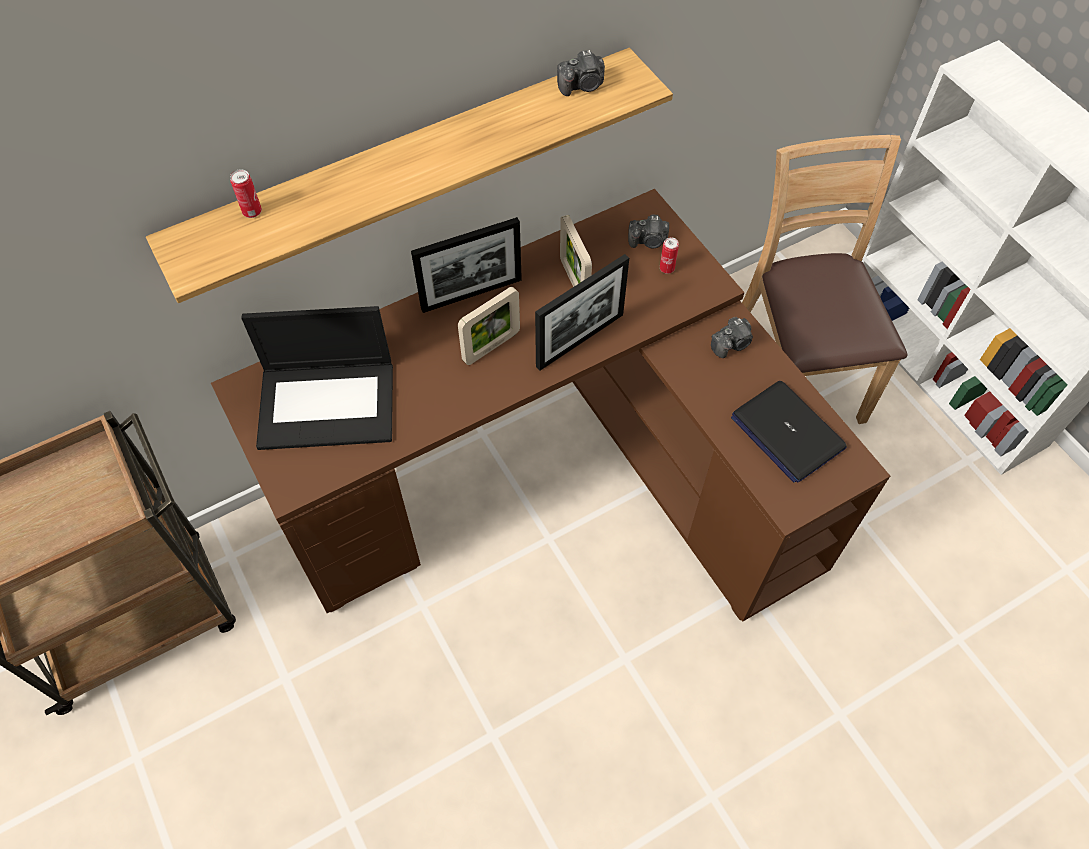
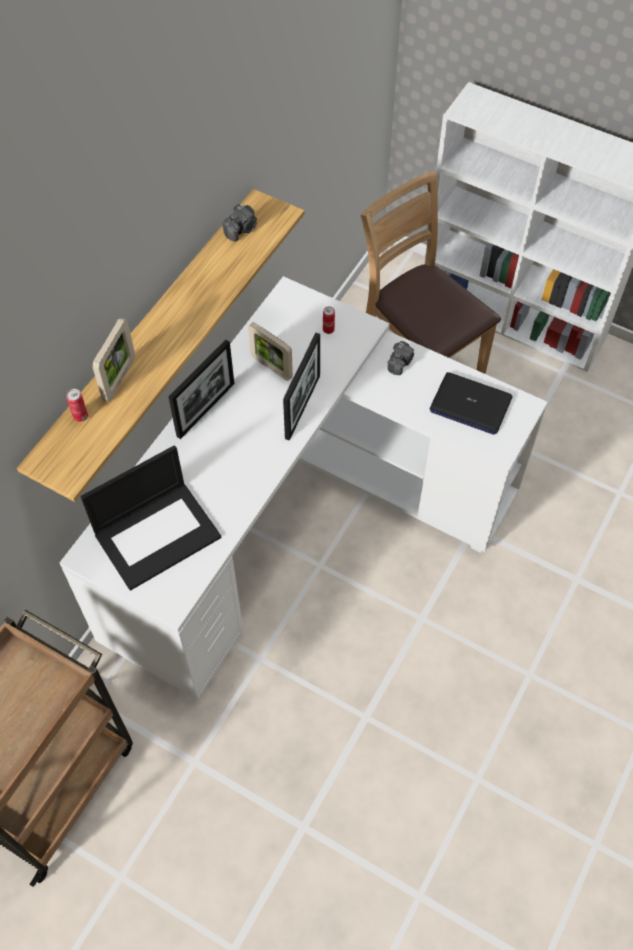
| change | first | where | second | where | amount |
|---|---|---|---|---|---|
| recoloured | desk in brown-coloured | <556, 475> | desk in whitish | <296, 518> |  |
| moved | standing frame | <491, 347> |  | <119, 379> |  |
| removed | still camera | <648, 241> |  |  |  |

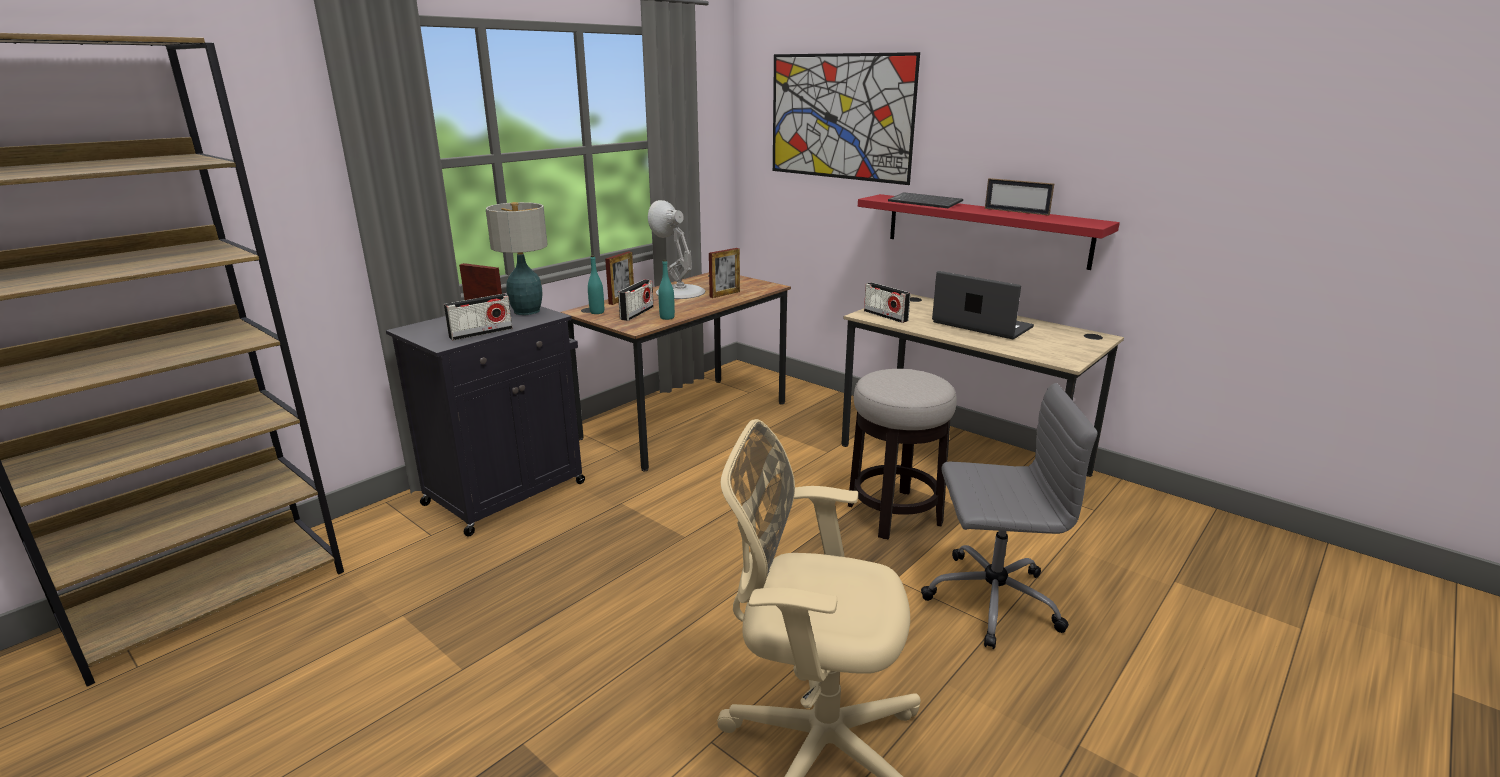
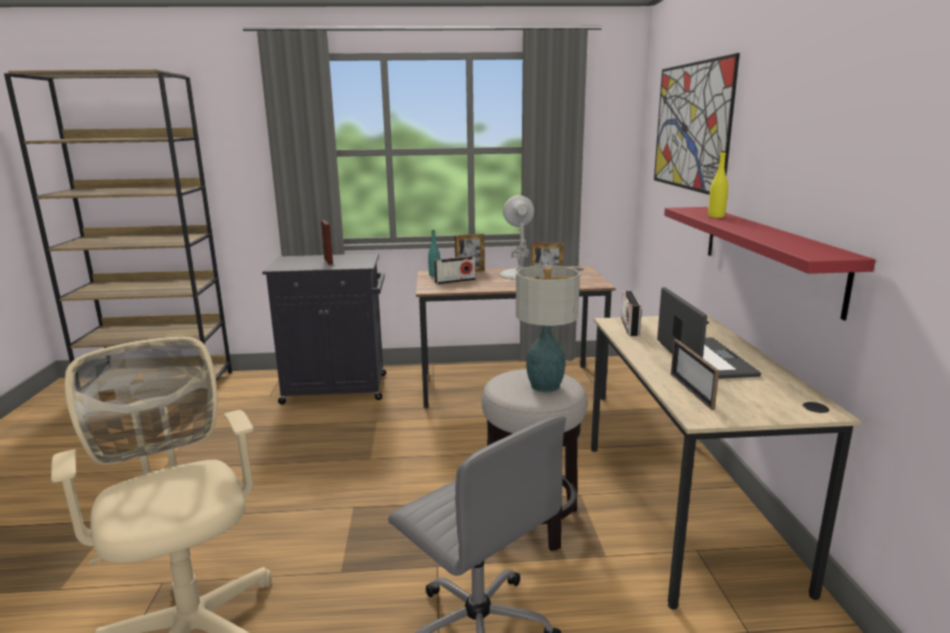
| change | first | where | second | where | amount |
|---|---|---|---|---|---|
| removed | radio | <481, 333> |  |  |  |
| moved | table lamp | <526, 311> |  | <544, 386> |  |
| removed | drink bottle in turquoise-coloured | <667, 317> |  |  |  |
| replaced | PC keyboard | <926, 202> | drink bottle in yellow-coloured | <716, 216> |  |
| moved | standing frame | <1016, 211> |  | <691, 391> |  |

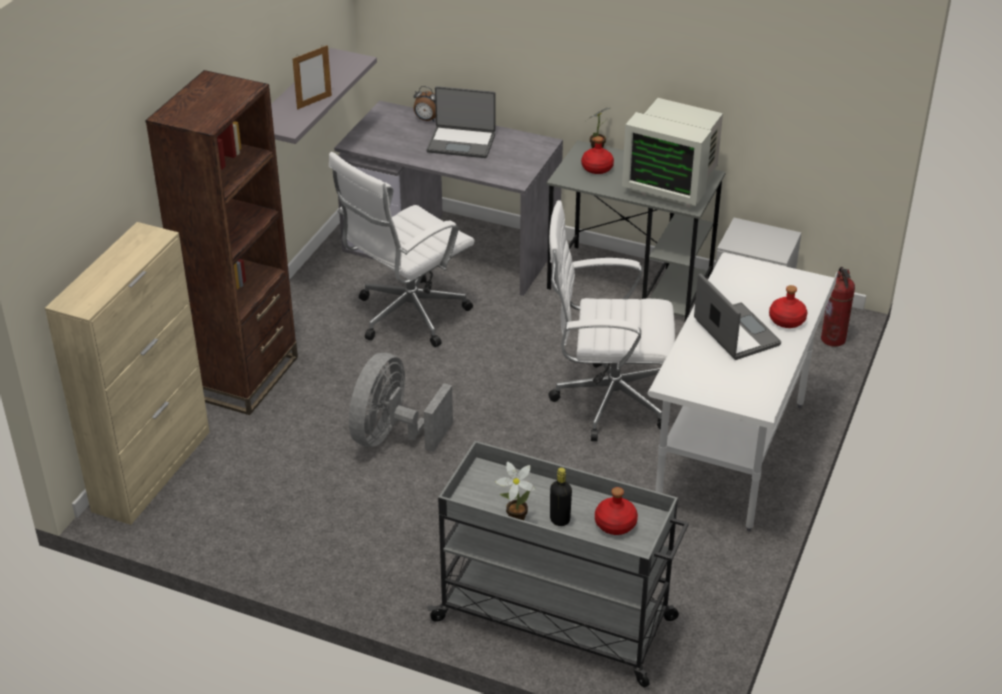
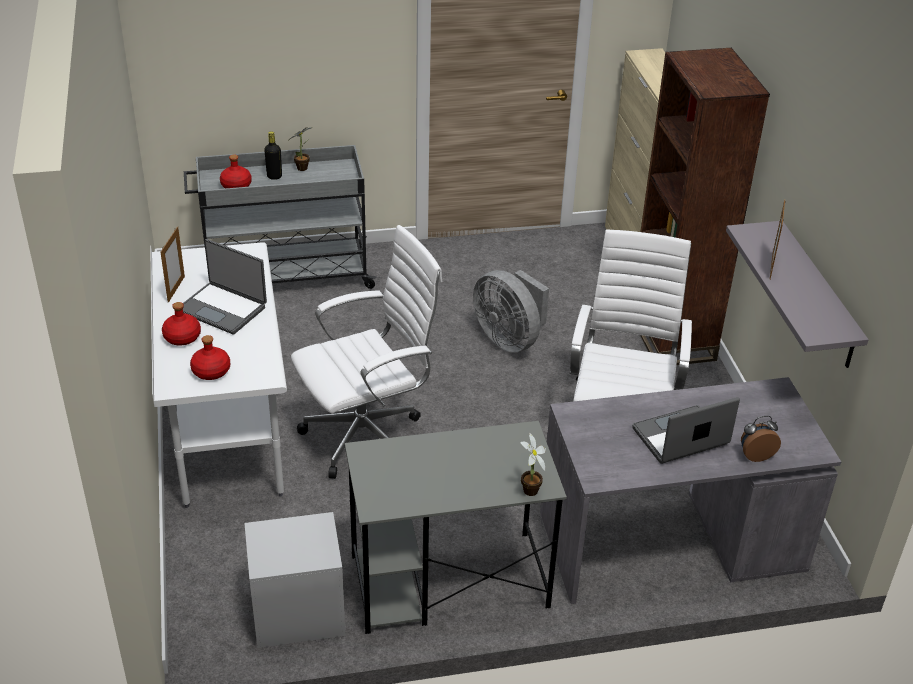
| change | first | where | second | where | amount |
|---|---|---|---|---|---|
| turned | fan in greyish | <392, 436> |  | <510, 339> | 150 degrees clockwise |
| moved | drink bottle in reddish | <597, 168> |  | <211, 371> |  |
| removed | computer display | <671, 185> |  |  |  |
| removed | extinguisher | <833, 339> |  |  |  |
| added |  |  | standing frame | <176, 289> |  |

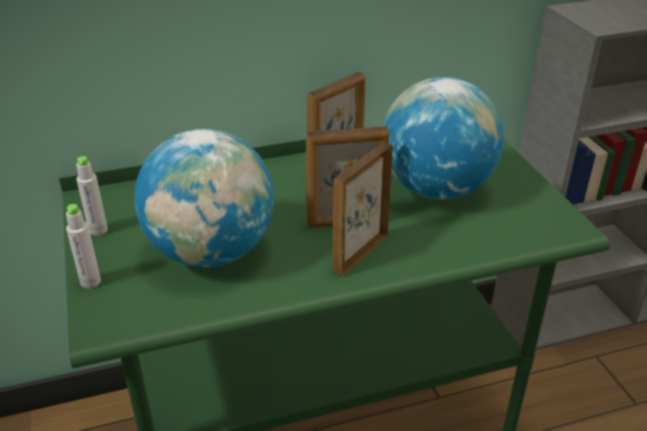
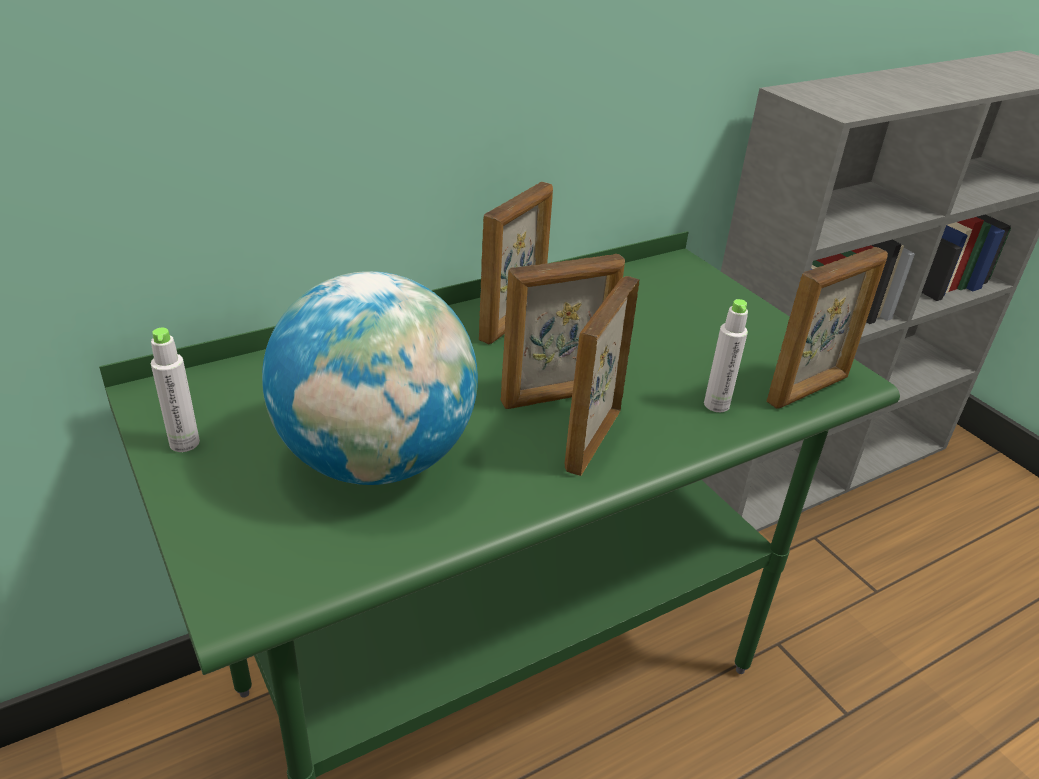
| change | first | where | second | where | amount |
|---|---|---|---|---|---|
| moved | drink bottle in greyish | <90, 282> |  | <716, 405> |  |
| removed | world globe | <435, 189> |  |  |  |
| added |  |  | standing frame | <809, 390> |  |

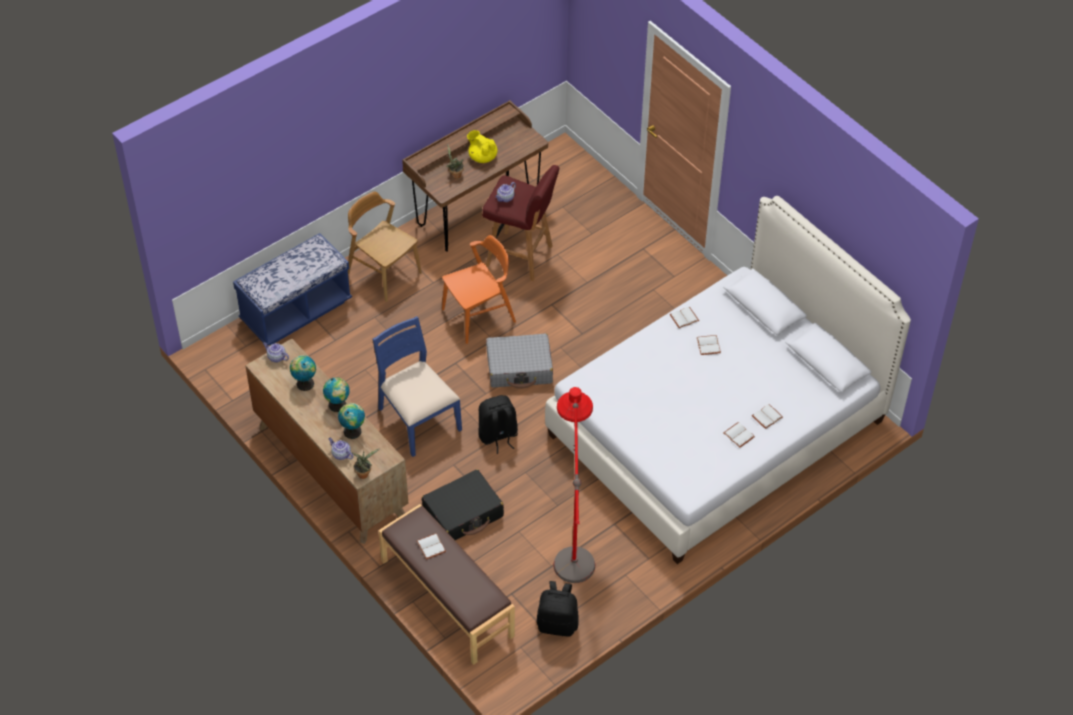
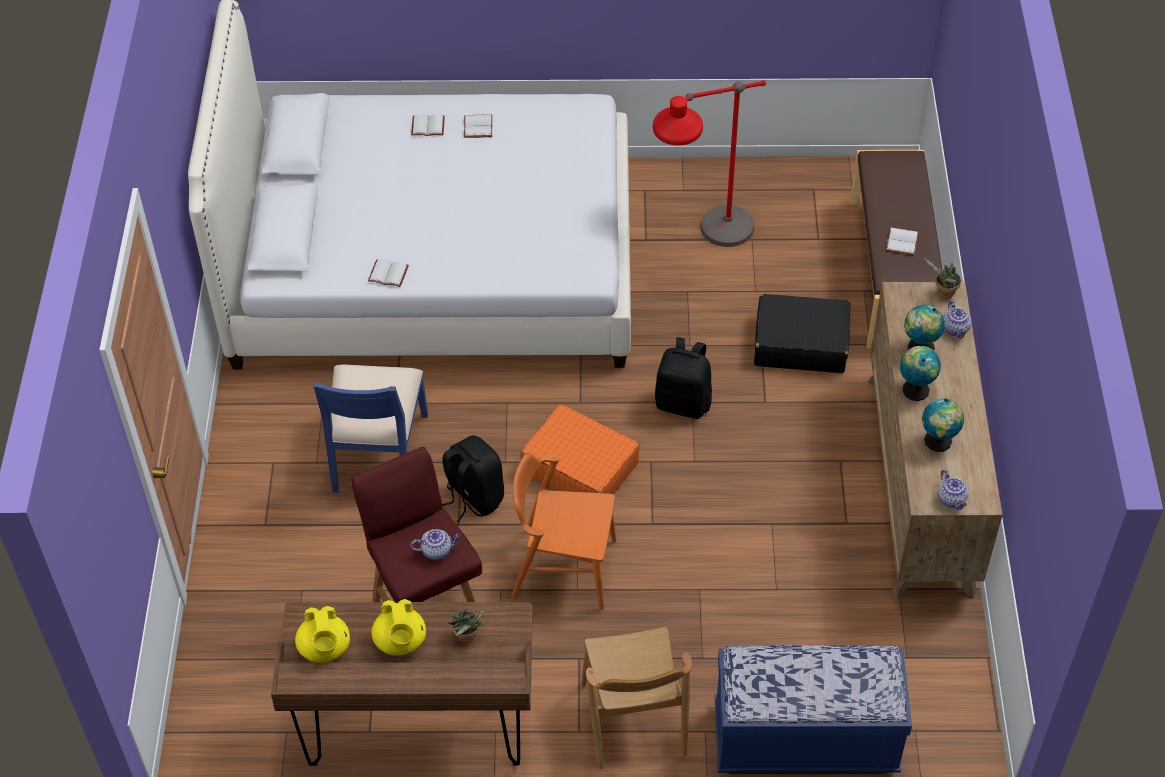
| change | first | where | second | where | amount |
|---|---|---|---|---|---|
| moved | chair in bluish | <418, 419> |  | <378, 453> |  |
| recoloured | suitcase in greyish | <519, 368> | suitcase in orange | <579, 467> |  |
| moved | backpack in black-coloured | <557, 624> |  | <473, 497> |  |
| removed | bound book in whitish | <709, 346> |  |  |  |
| added |  |  | tea pot in yellow-coloured | <325, 648> |  |

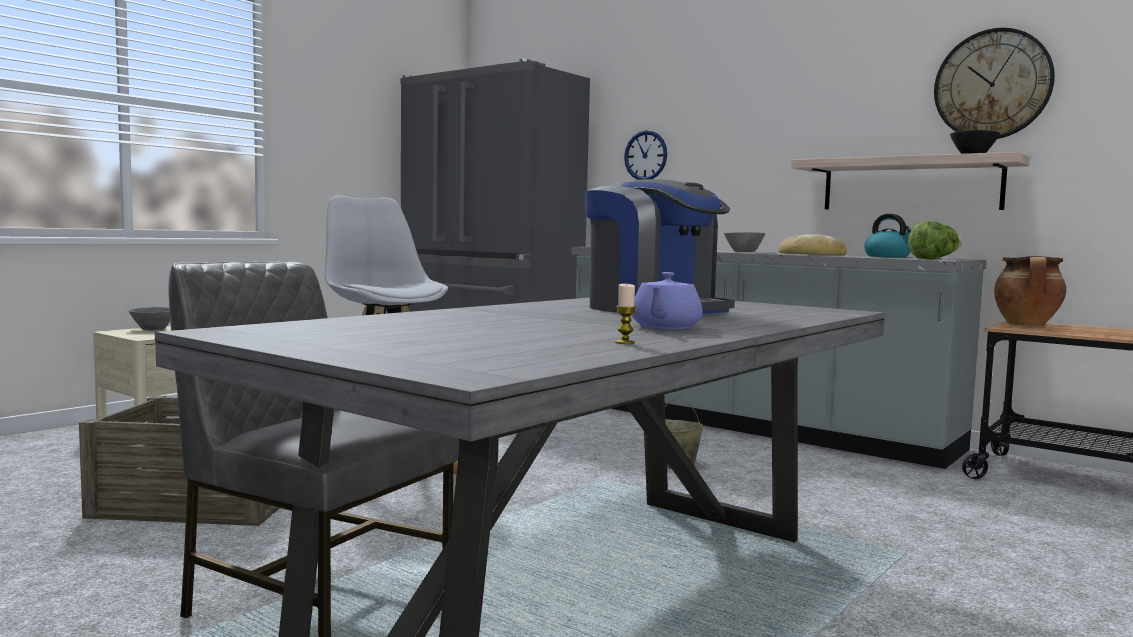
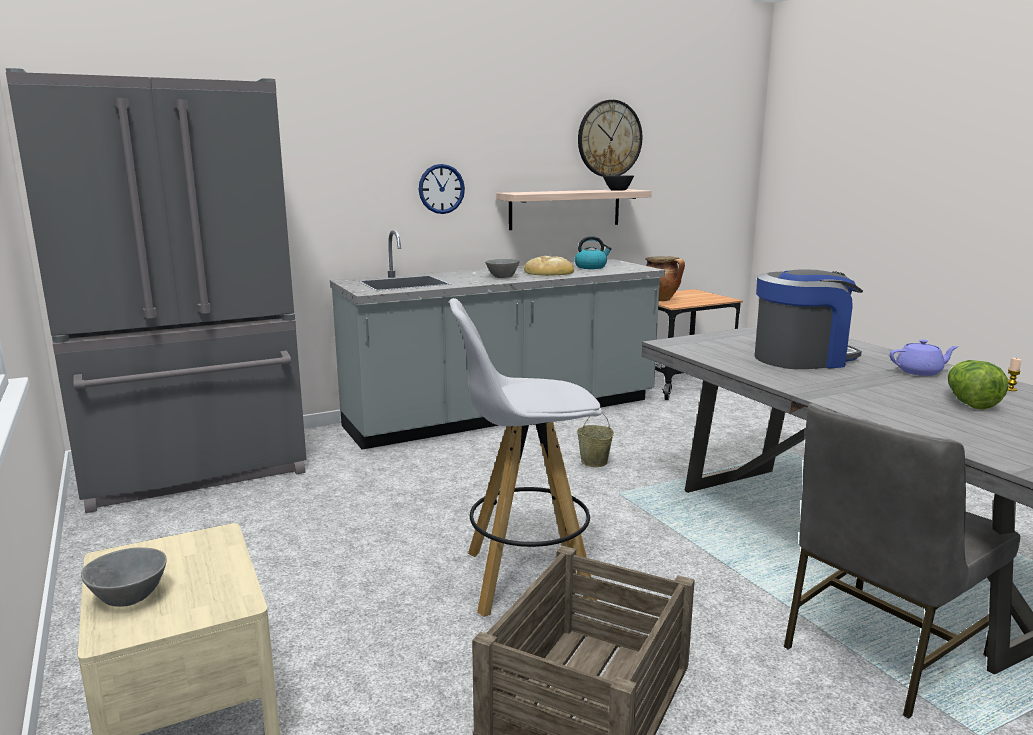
| change | first | where | second | where | amount |
|---|---|---|---|---|---|
| moved | wall clock | <645, 155> |  | <441, 189> |  |
| turned | tea pot in purple | <665, 327> |  | <920, 372> | 45 degrees counterclockwise |
| moved | lettuce head | <934, 259> |  | <969, 403> |  |

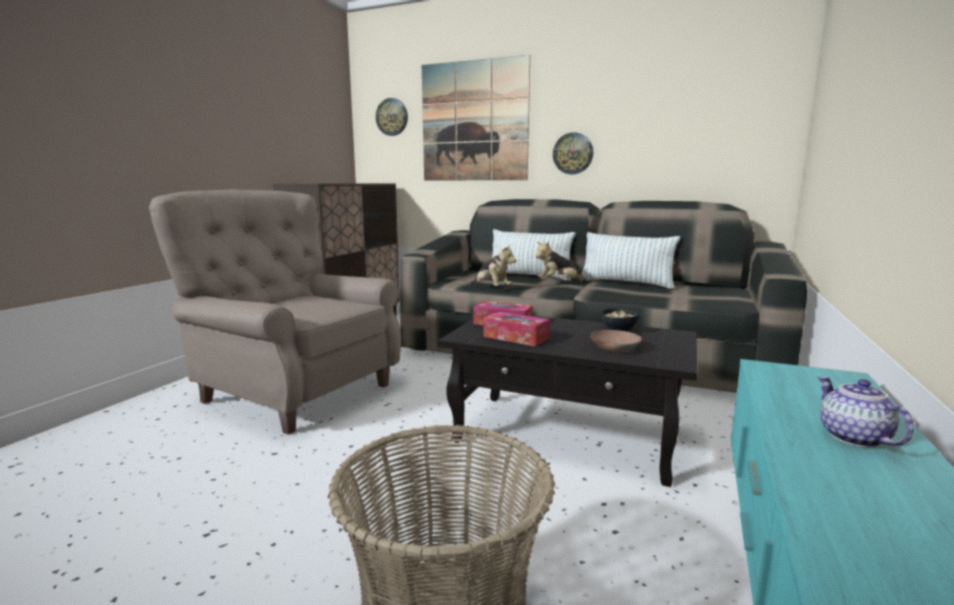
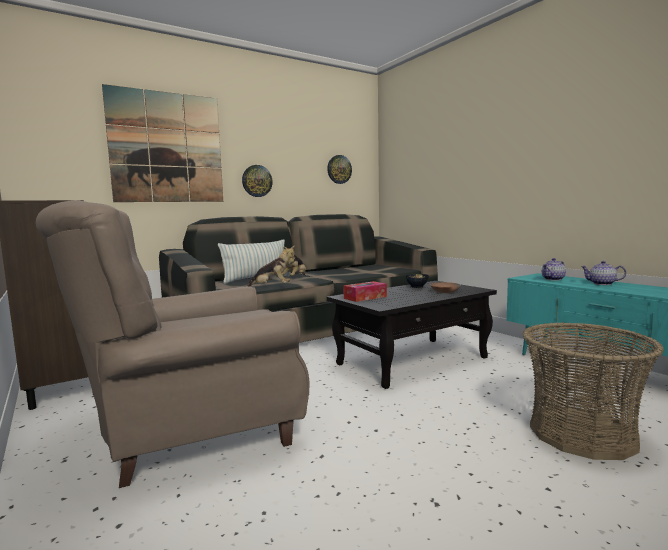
| change | first | where | second | where | amount |
|---|---|---|---|---|---|
| moved | wall clock | <392, 117> |  | <339, 169> |  |
| removed | tissue box | <516, 337> |  |  |  |
| removed | throw pillow | <626, 283> |  |  |  |
| added |  |  | tea pot | <553, 279> |  |

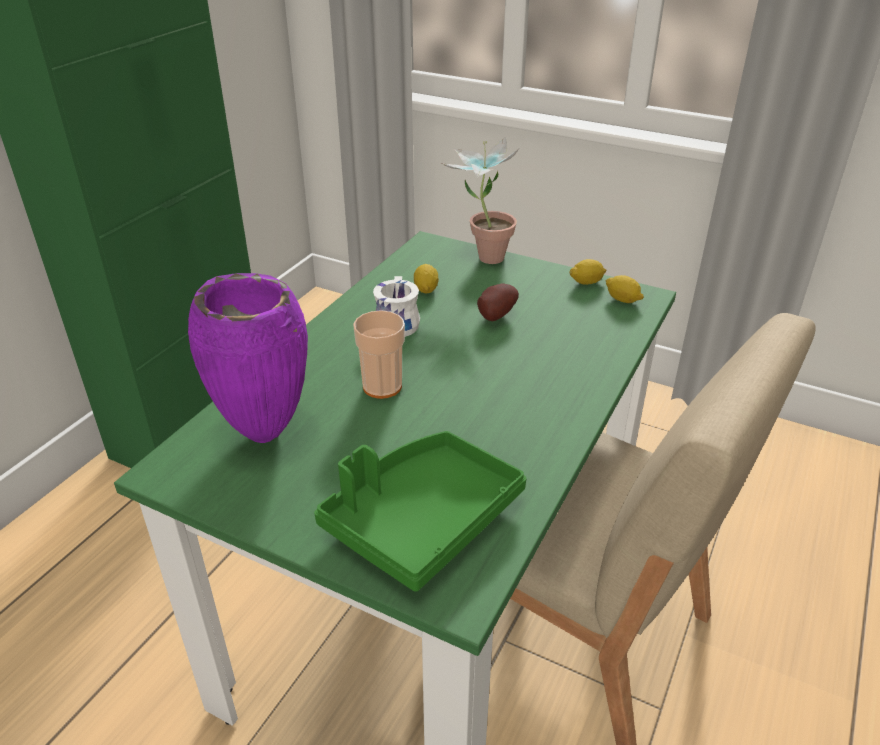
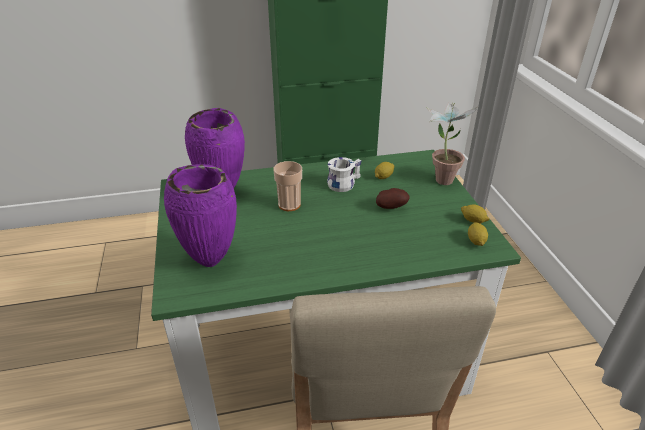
| change | first | where | second | where | amount |
|---|---|---|---|---|---|
| replaced | tray in greenish | <422, 519> | flower vase in purple | <212, 261> |  |

